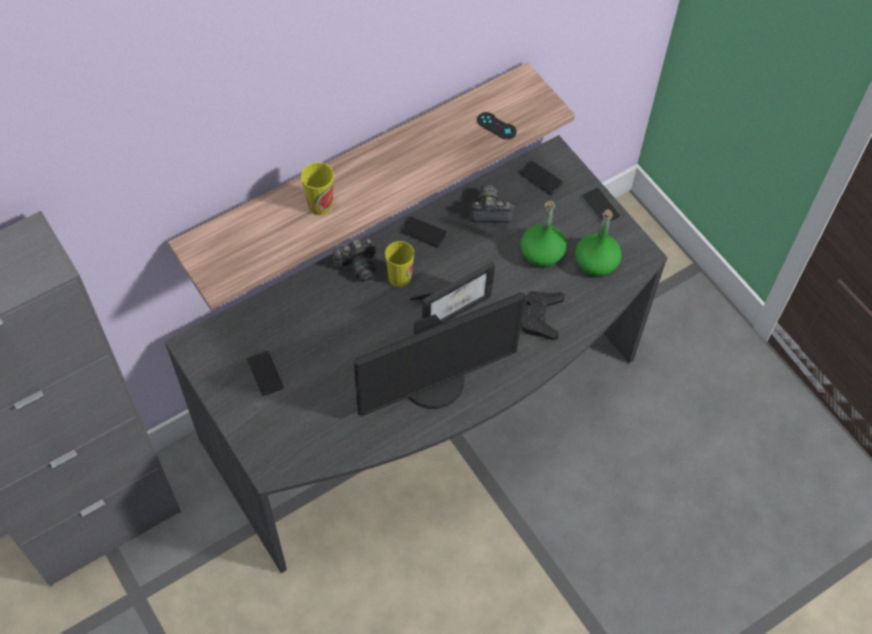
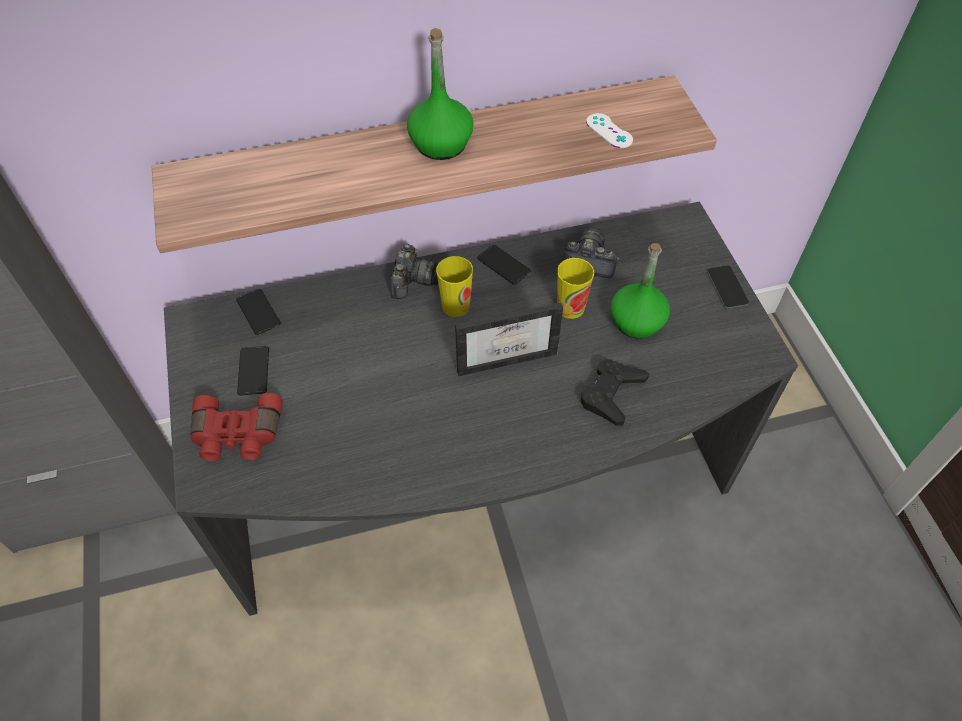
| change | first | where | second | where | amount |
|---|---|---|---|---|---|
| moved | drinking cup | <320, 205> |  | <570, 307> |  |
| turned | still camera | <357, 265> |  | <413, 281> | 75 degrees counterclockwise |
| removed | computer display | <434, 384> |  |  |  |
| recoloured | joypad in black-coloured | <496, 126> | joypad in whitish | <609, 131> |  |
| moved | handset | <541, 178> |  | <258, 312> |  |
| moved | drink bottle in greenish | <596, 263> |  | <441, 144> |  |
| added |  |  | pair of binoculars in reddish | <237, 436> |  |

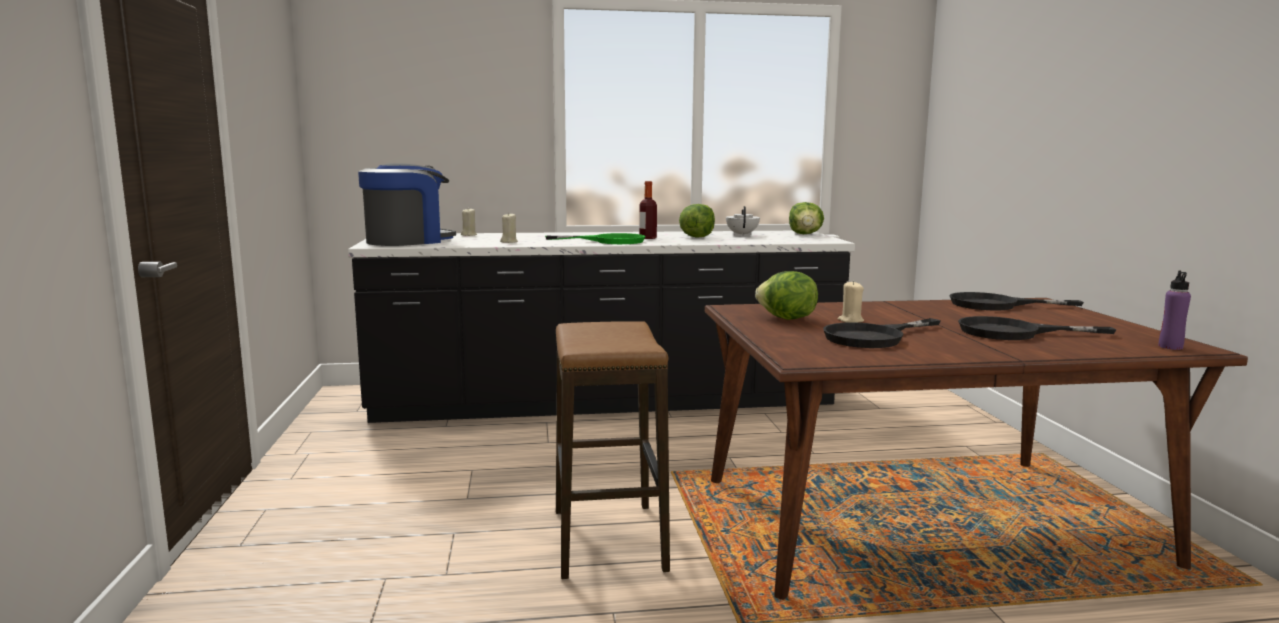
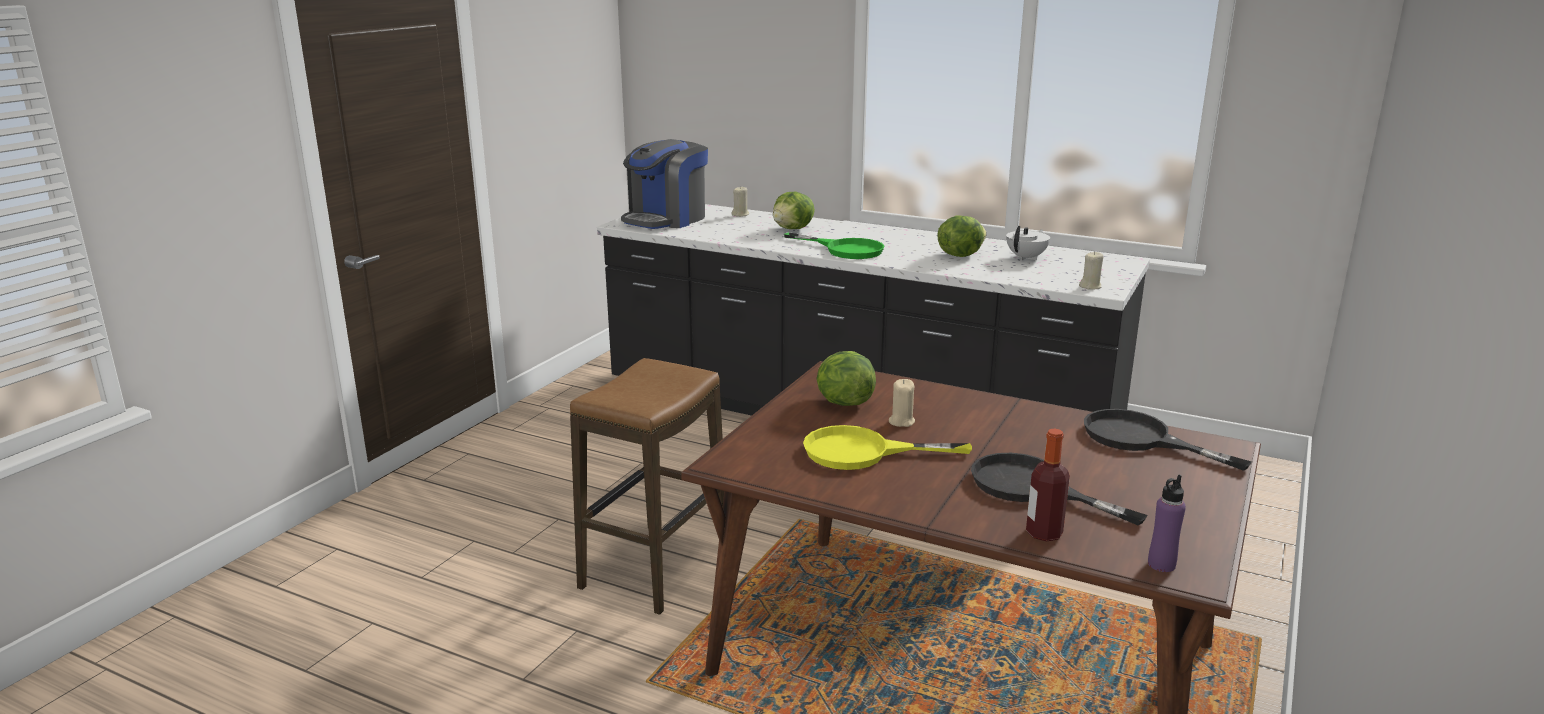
| change | first | where | second | where | amount |
|---|---|---|---|---|---|
| turned | coffee machine | <407, 241> |  | <666, 219> | 135 degrees clockwise |
| moved | candle in beige-coloured | <509, 242> |  | <1090, 286> |  |
| moved | drink bottle | <647, 238> |  | <1044, 533> |  |
| moved | lettuce head | <805, 234> |  | <793, 229> |  |
| recoloured | frying pan in black-coloured | <873, 337> | frying pan in yellow-coloured | <862, 452> |  |

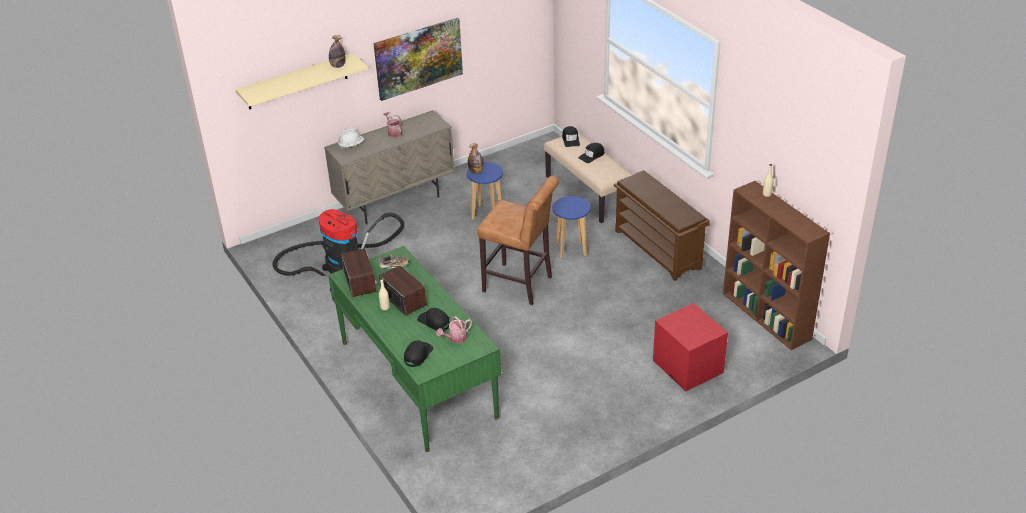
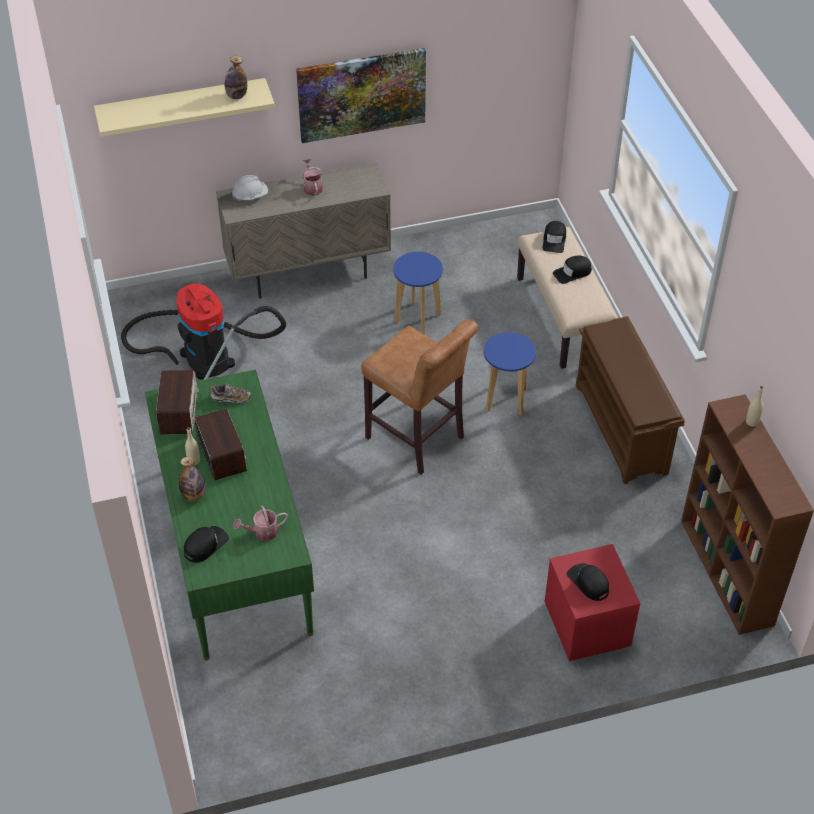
| change | first | where | second | where | amount |
|---|---|---|---|---|---|
| moved | baseball cap in black-coloured | <434, 322> |  | <588, 583> |  |
| moved | drink bottle | <476, 172> |  | <194, 495> |  |

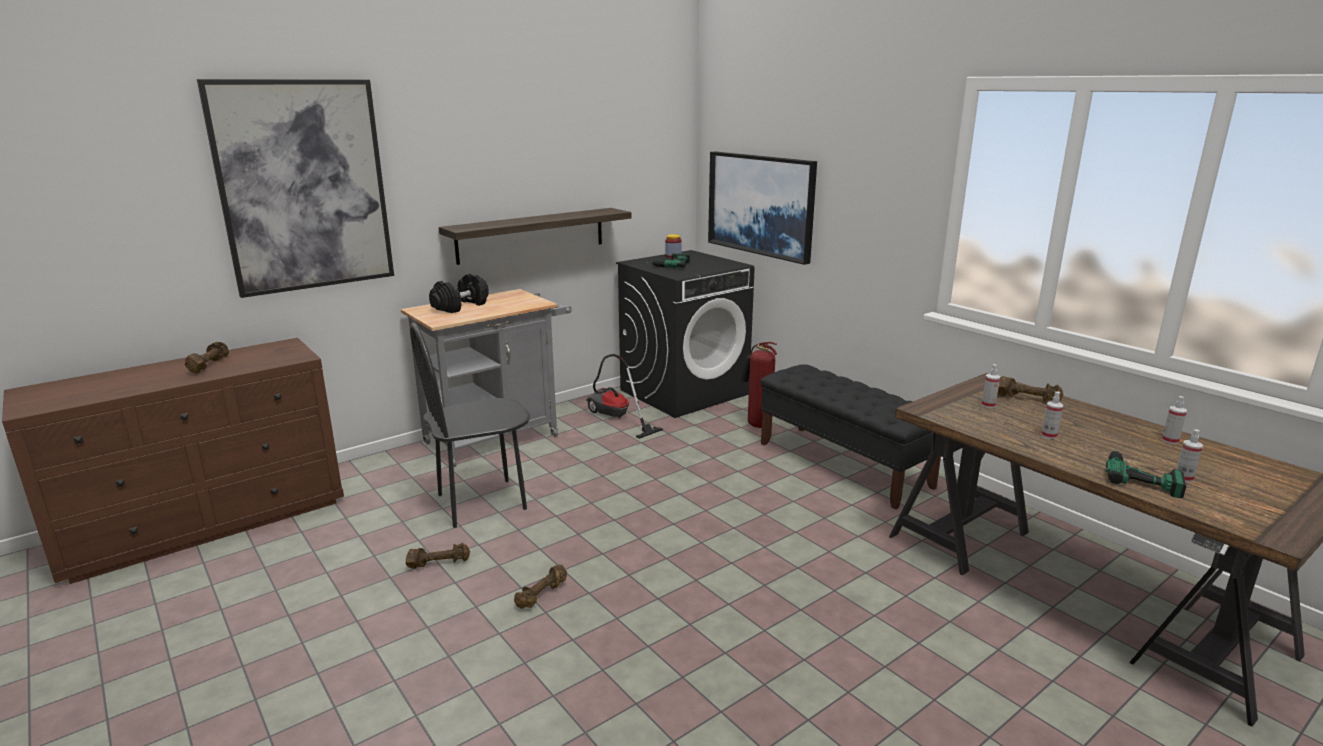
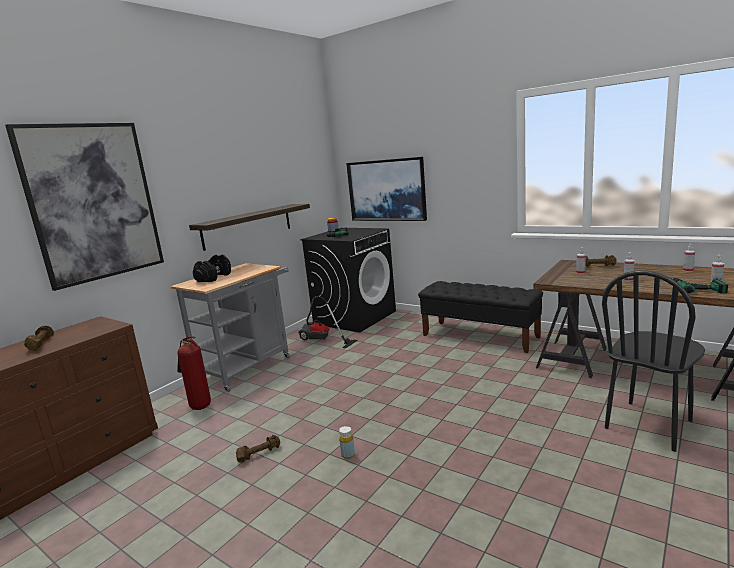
| change | first | where | second | where | amount |
|---|---|---|---|---|---|
| moved | chair in black-coloured | <481, 502> |  | <649, 424> |  |
| replaced | dumbbell in brown-coloured | <542, 595> | drink bottle in yellow-coloured | <348, 455> |  |
| moved | extinguisher | <756, 424> |  | <198, 406> |  |

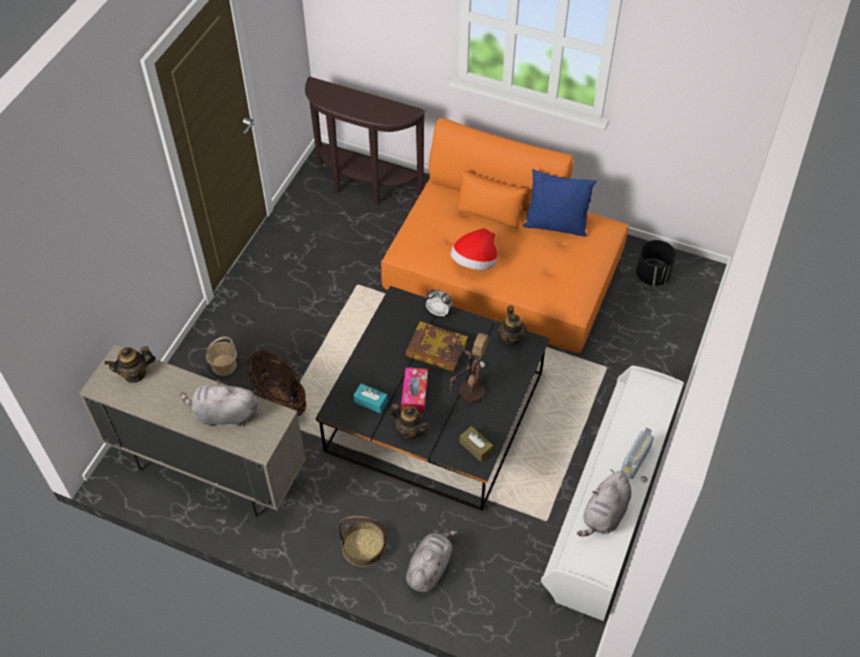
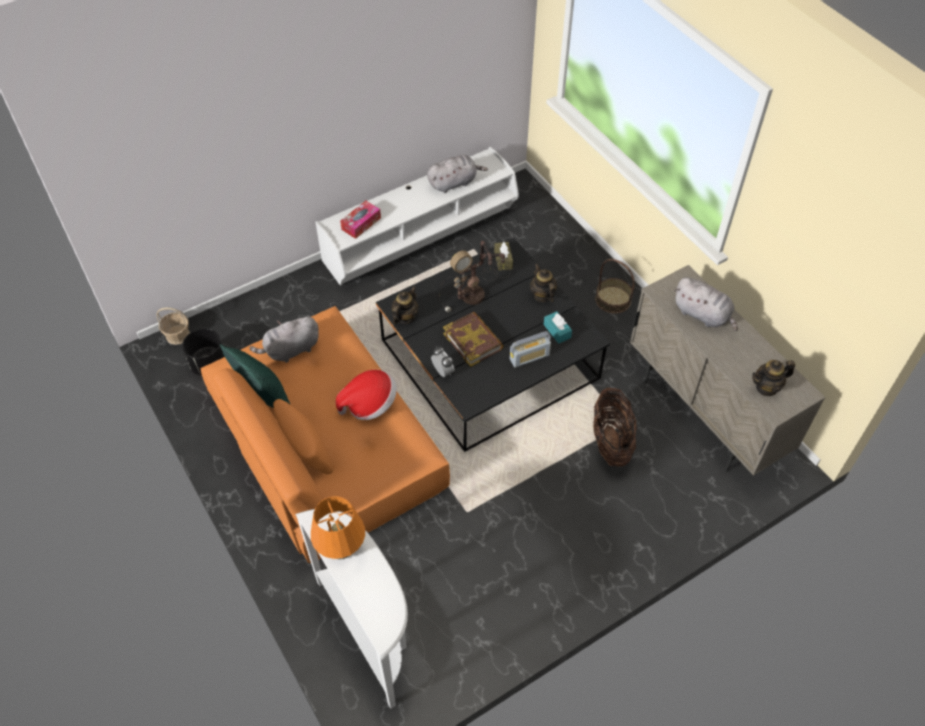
| change | first | where | second | where | amount |
|---|---|---|---|---|---|
| turned | tea pot | <135, 374> |  | <767, 387> | 150 degrees clockwise |
| moved | household basket | <224, 365> |  | <178, 335> |  |
| recoloured | narrow table in brown-coloured | <364, 187> | narrow table in whitish | <370, 632> |  |
| moved | tissue box | <414, 394> |  | <361, 224> |  |
| moved | cuddly toy in greyish | <429, 567> |  | <290, 350> |  |
| recoloured | throw pillow in bluish | <555, 226> | throw pillow in greenish | <264, 397> |  |
| moved | radio | <635, 460> |  | <529, 357> |  |
| added |  |  | table lamp in orange | <342, 551> |  |

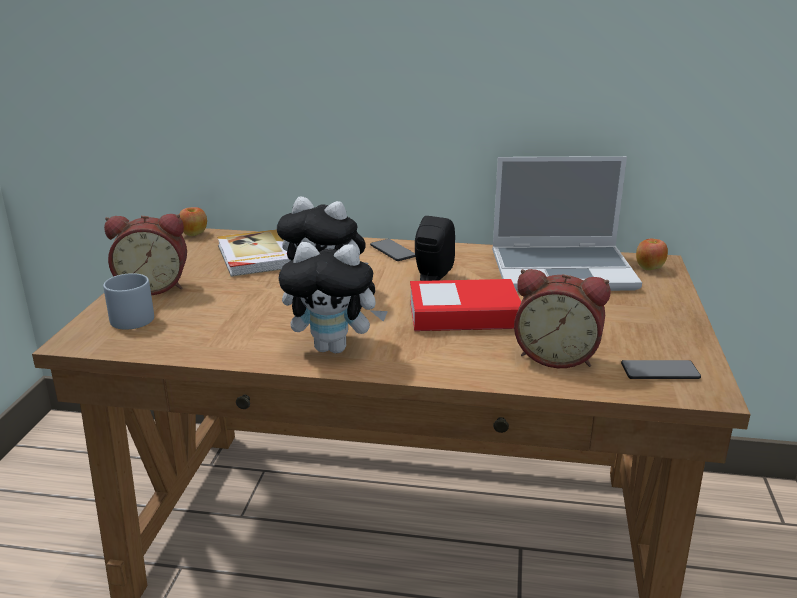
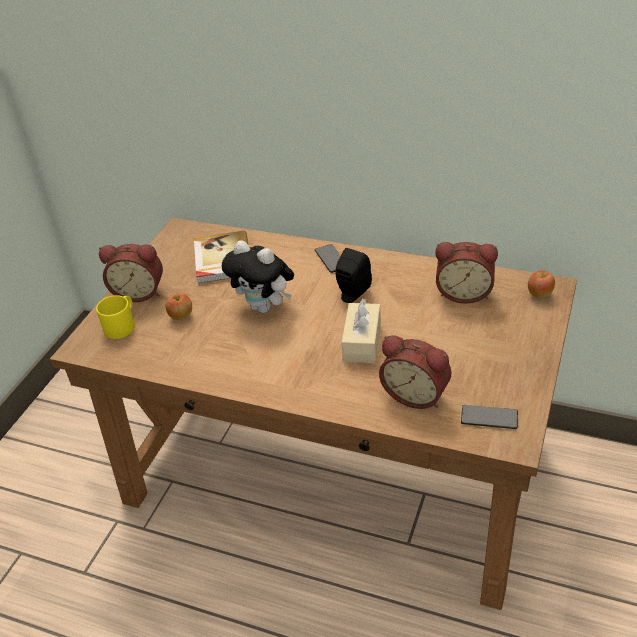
| change | first | where | second | where | amount |
|---|---|---|---|---|---|
| recoloured | tea mug in greyish | <135, 316> | tea mug in yellow-coloured | <122, 324> |  |
| moved | whole apple | <194, 234> |  | <181, 316> |  |
| removed | cuddly toy | <334, 347> |  |  |  |
| replaced | bound book | <464, 315> | tissue box in beige-coloured | <362, 342> |  |
| replaced | laptop | <563, 270> | alarm clock | <464, 292> |  |

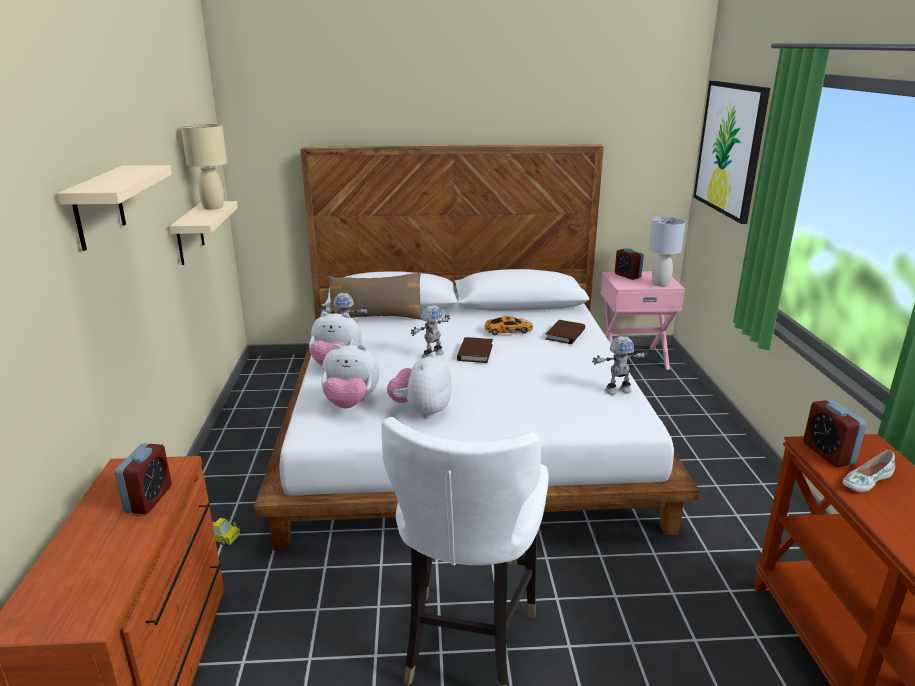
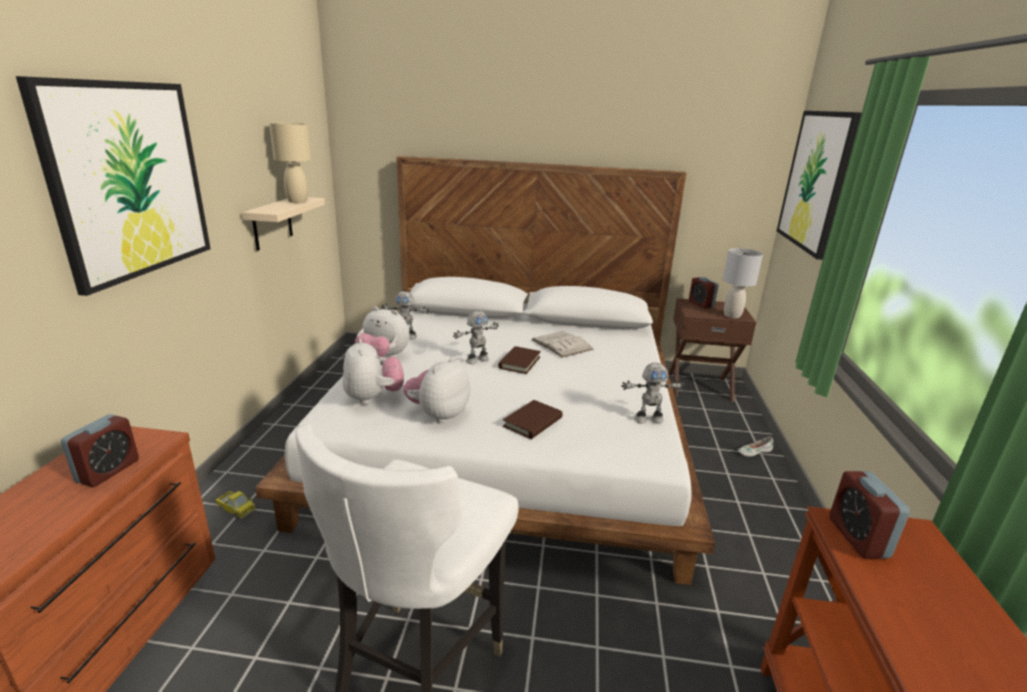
| change | first | where | second | where | amount |
|---|---|---|---|---|---|
| replaced | shelf in beige-coloured | <98, 207> | wall picture | <129, 180> |  |
| turned | cuddly toy | <350, 403> |  | <373, 398> | 120 degrees counterclockwise |
| removed | throw pillow in brown-coloured | <376, 318> |  |  |  |
| replaced | model car | <507, 330> | bound book in whitish | <561, 344> |  |
| moved | bound book in brown-coloured | <565, 334> |  | <532, 422> |  |
| recoloured | bedside table in pink | <632, 358> | bedside table in brown-coloured | <699, 386> |  |
| moved | shoe in whitish | <866, 480> |  | <754, 451> |  |

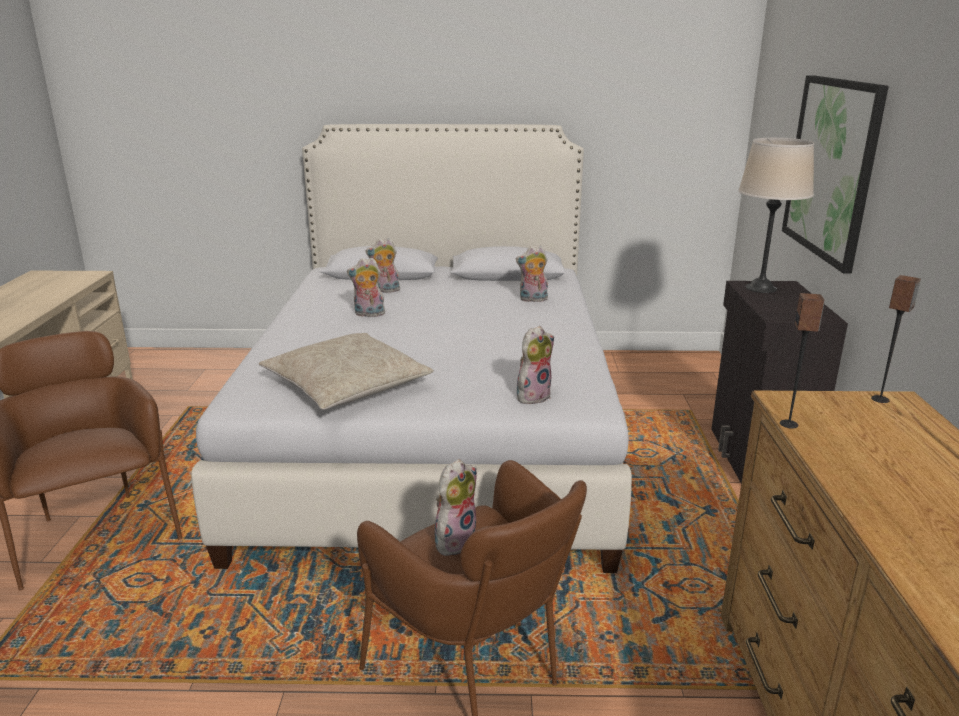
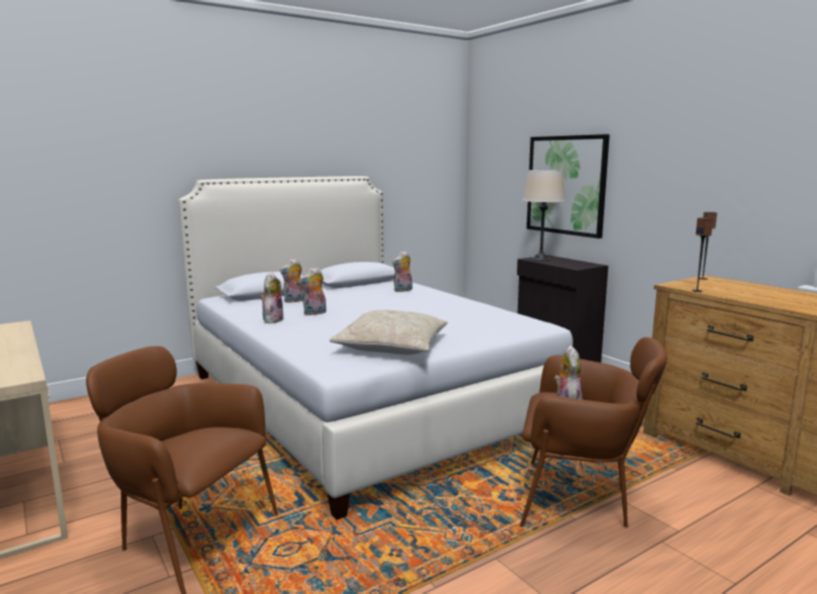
| change | first | where | second | where | amount |
|---|---|---|---|---|---|
| moved | cuddly toy | <533, 396> |  | <272, 320> |  |

